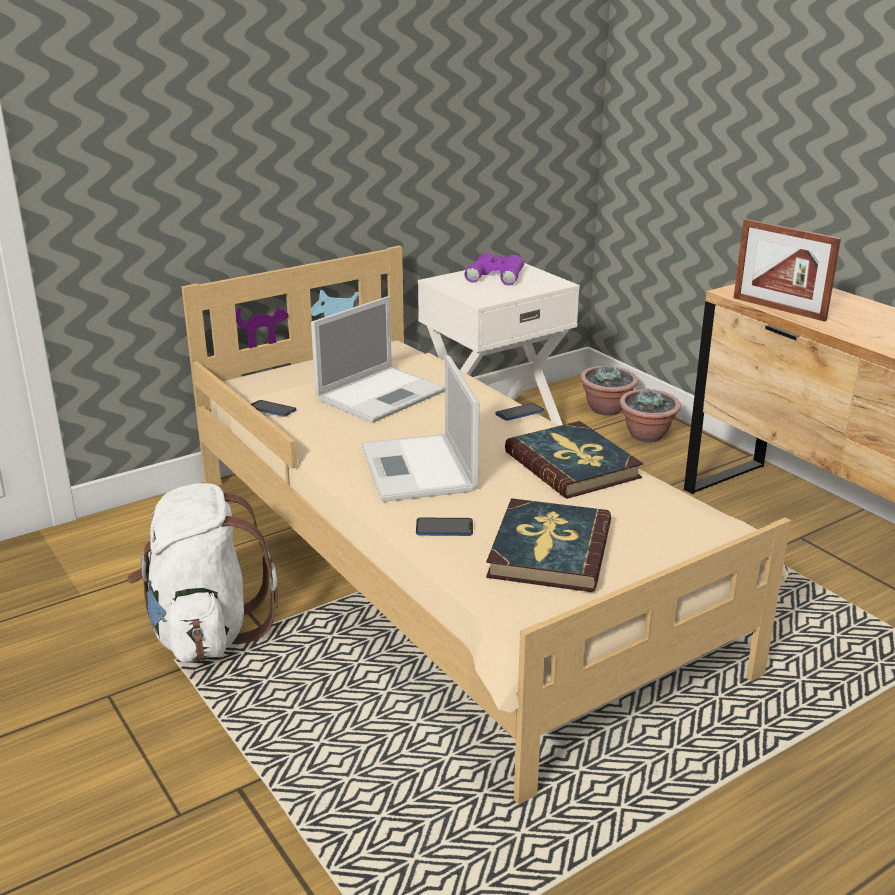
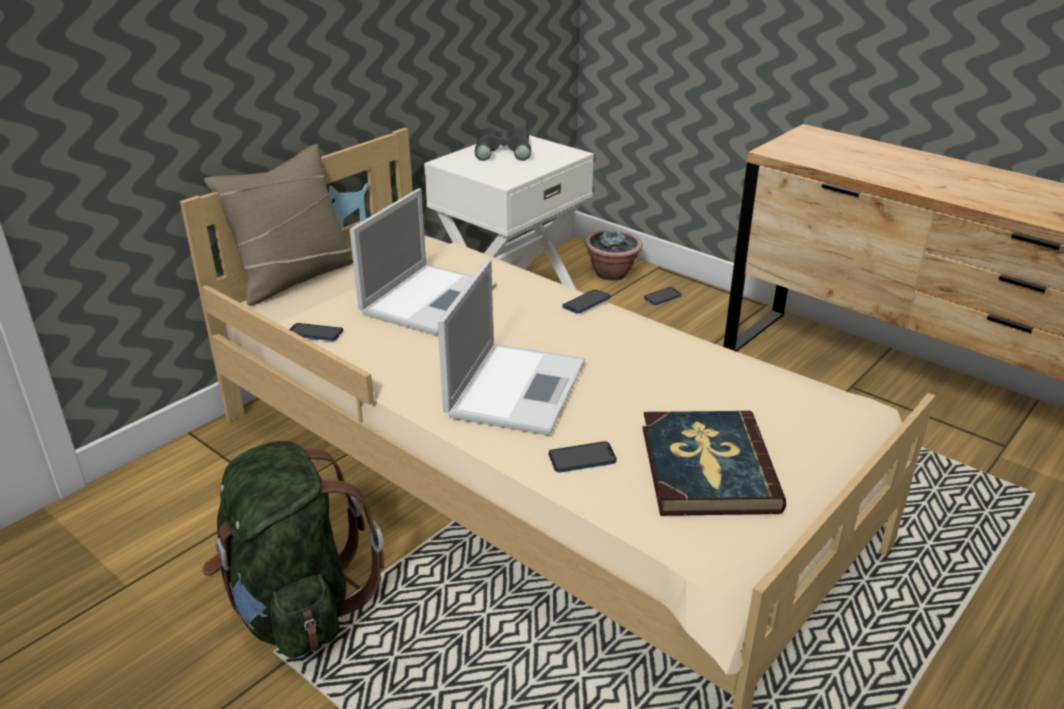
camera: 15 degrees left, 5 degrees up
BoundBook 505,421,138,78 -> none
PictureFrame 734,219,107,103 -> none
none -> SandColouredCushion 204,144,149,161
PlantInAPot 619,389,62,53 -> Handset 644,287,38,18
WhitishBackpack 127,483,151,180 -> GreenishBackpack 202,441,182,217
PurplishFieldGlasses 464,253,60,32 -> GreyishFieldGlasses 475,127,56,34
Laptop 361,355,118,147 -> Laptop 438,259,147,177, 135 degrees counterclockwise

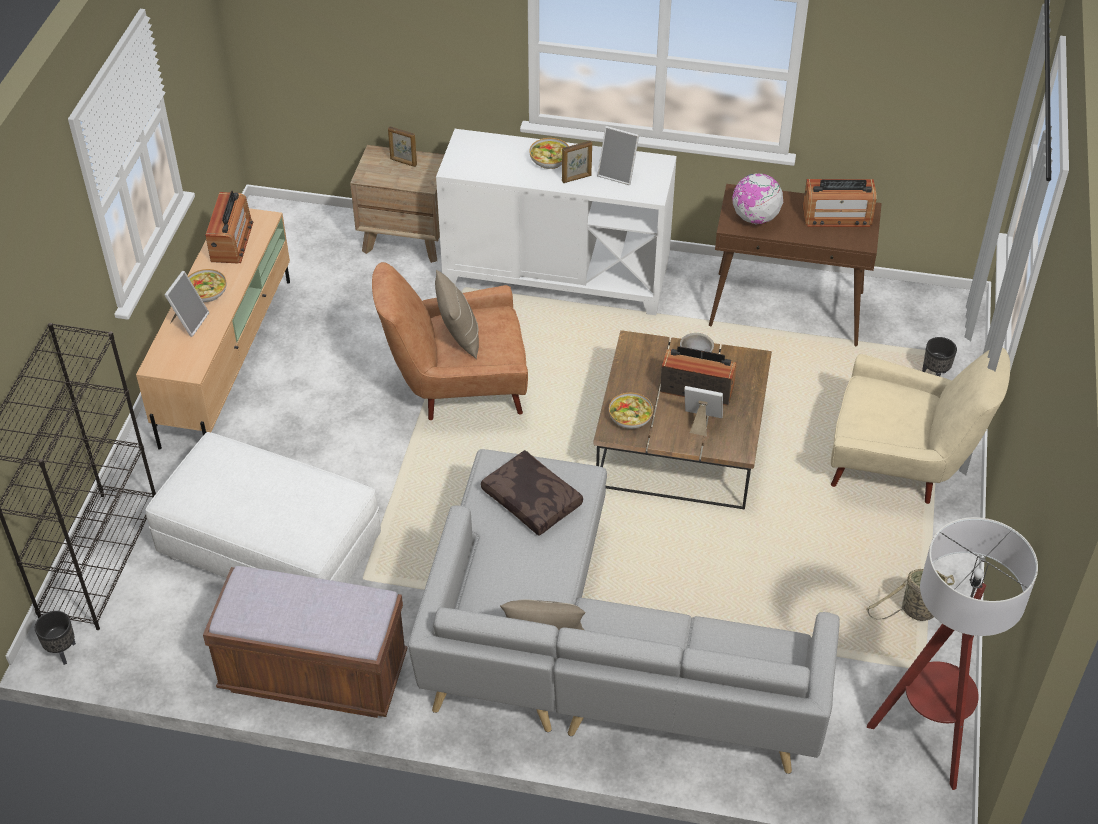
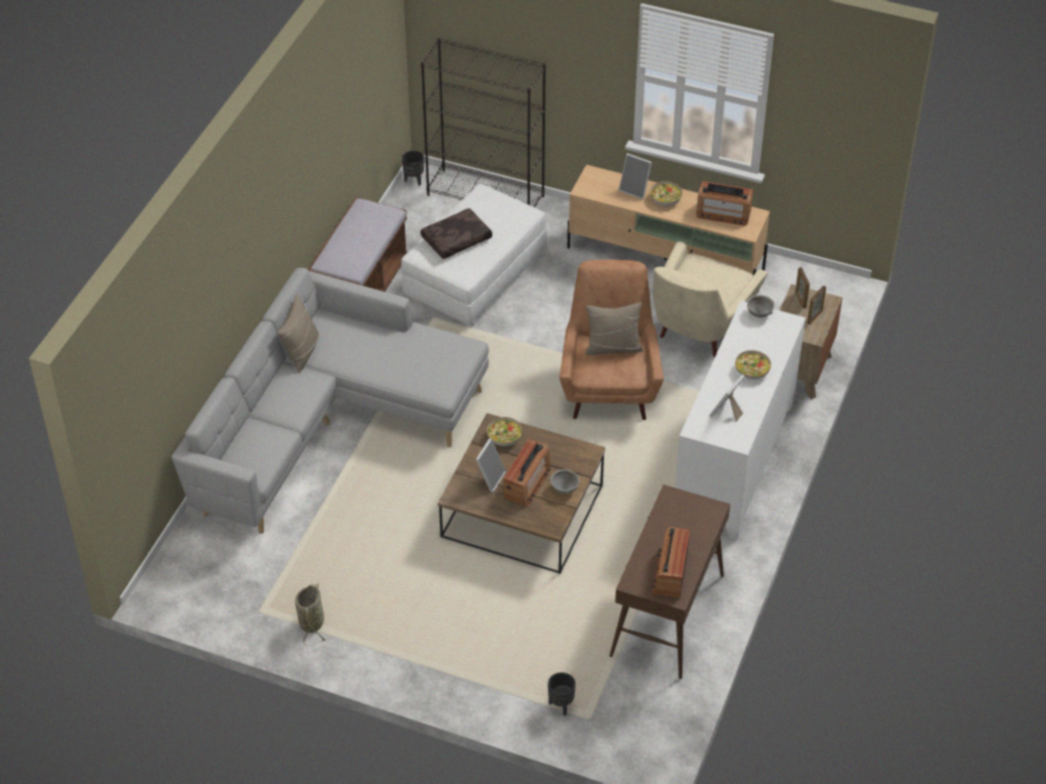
camera: 100 degrees right, 0 degrees up
Globe 732,174,51,51 -> none
FloorLamp 867,517,171,273 -> none
none -> GreyishDeepDish 747,295,28,23
BrownishCushion 481,450,102,86 -> BrownishCushion 420,208,72,51, shifted
PictureFrame 562,141,30,42 -> PictureFrame 795,267,15,42, shifted
SandColouredEasyChair 831,347,179,157 -> SandColouredEasyChair 653,242,115,115, shifted

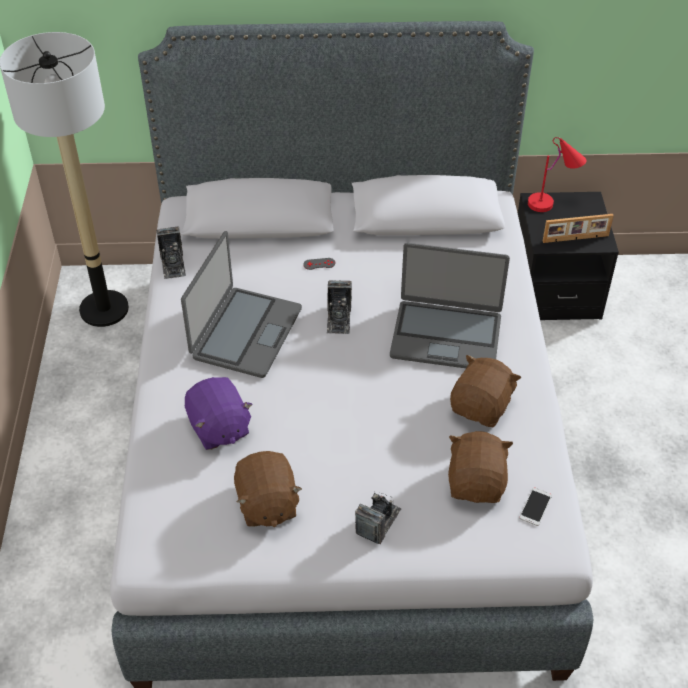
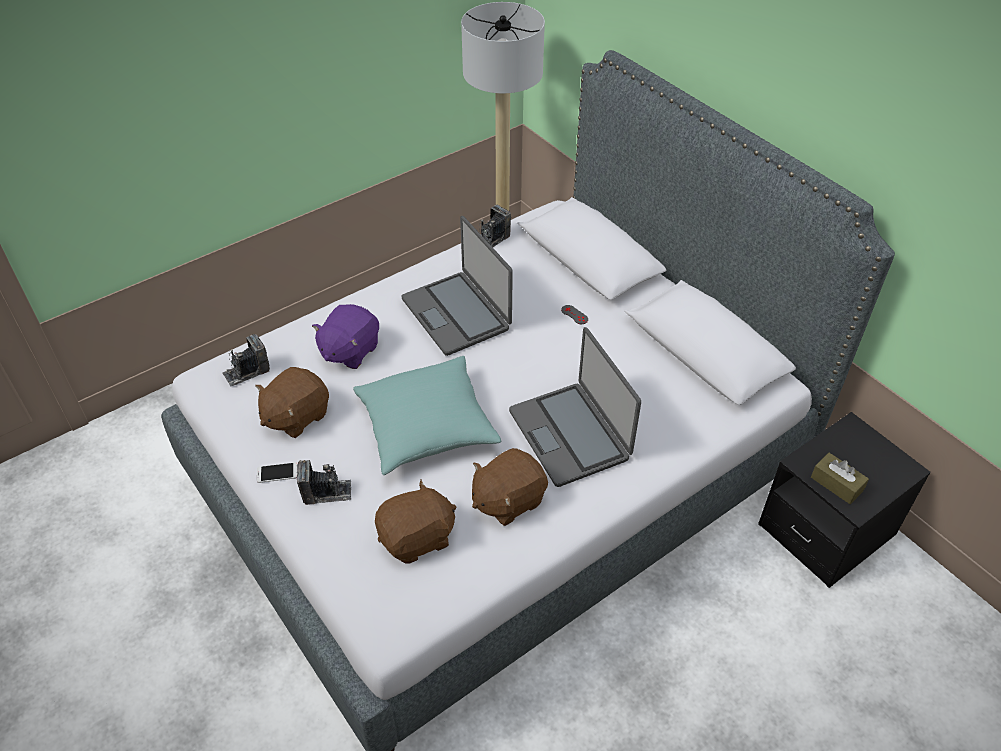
camera: 55 degrees right, 0 degrees up
RedColouredLampForATable 528,137,58,75 -> none
none -> TurquoiseColouredCushion 353,356,148,119
StillCamera 327,280,25,54 -> StillCamera 222,334,48,52, shifted
Handset 519,487,33,39 -> Handset 257,462,41,21, shifted
PictureFrame 543,214,71,29 -> BrownishBoxOfTissues 811,453,58,51
Laptop 181,231,121,147 -> Laptop 402,216,111,140, 75 degrees clockwise
BrownishSoftToy 450,355,71,72 -> BrownishSoftToy 472,448,76,78, 150 degrees clockwise

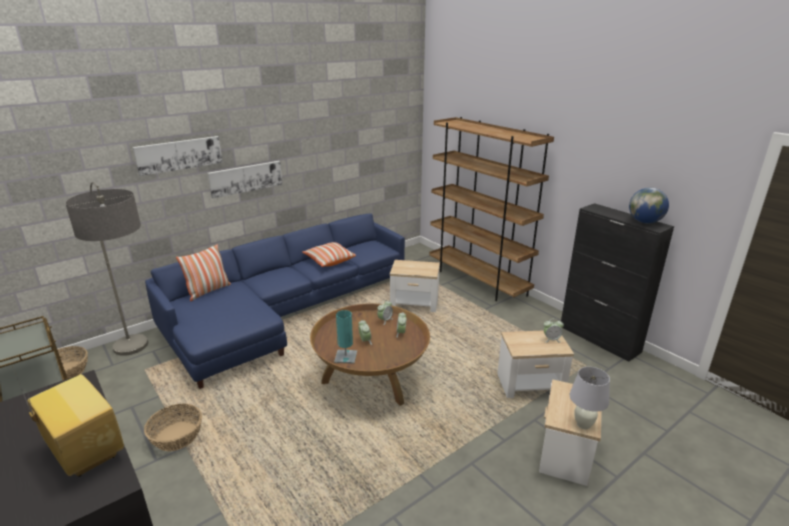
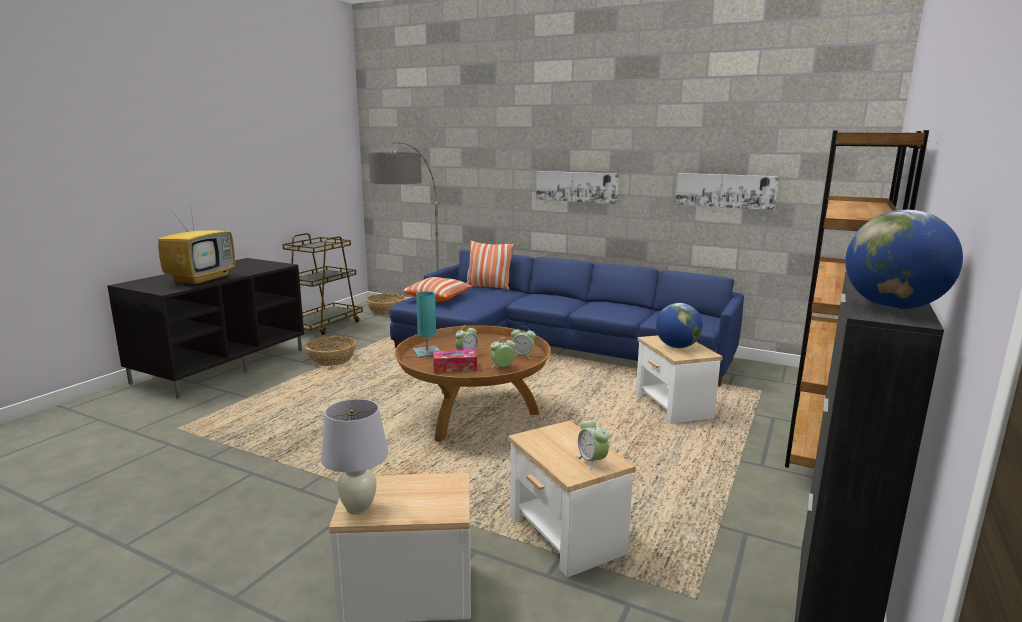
camera: 65 degrees right, 10 degrees down
none -> BoxOfTissues 433,350,44,23
none -> Globe 656,303,47,45
WallArt 133,136,90,40 -> WallArt 675,173,104,37, shifted
Cushion 302,242,54,25 -> Cushion 402,277,71,25, shifted

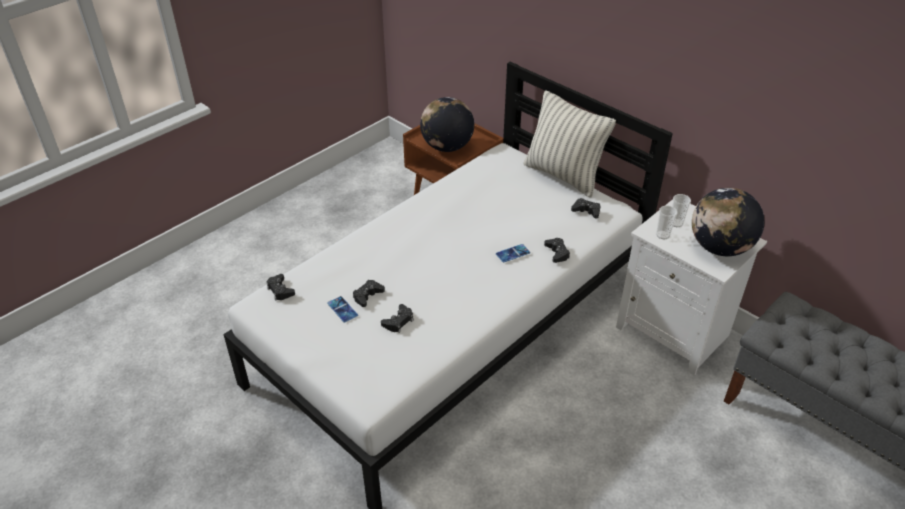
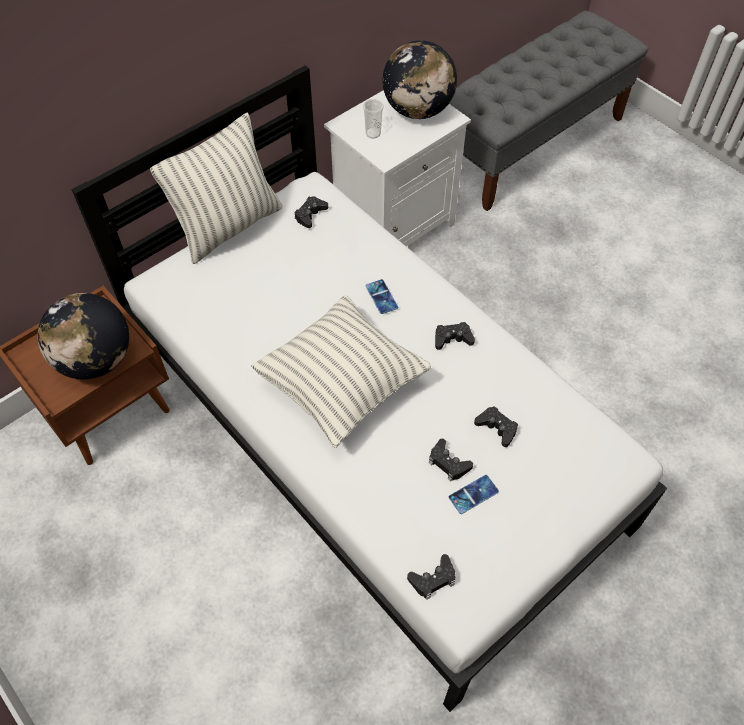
camera: 85 degrees left, 15 degrees up
DrinkingCup 656,206,22,33 -> none
none -> Cushion 251,295,180,153
BlackishGamepad 544,238,26,25 -> BlackishGamepad 435,322,40,28, shifted

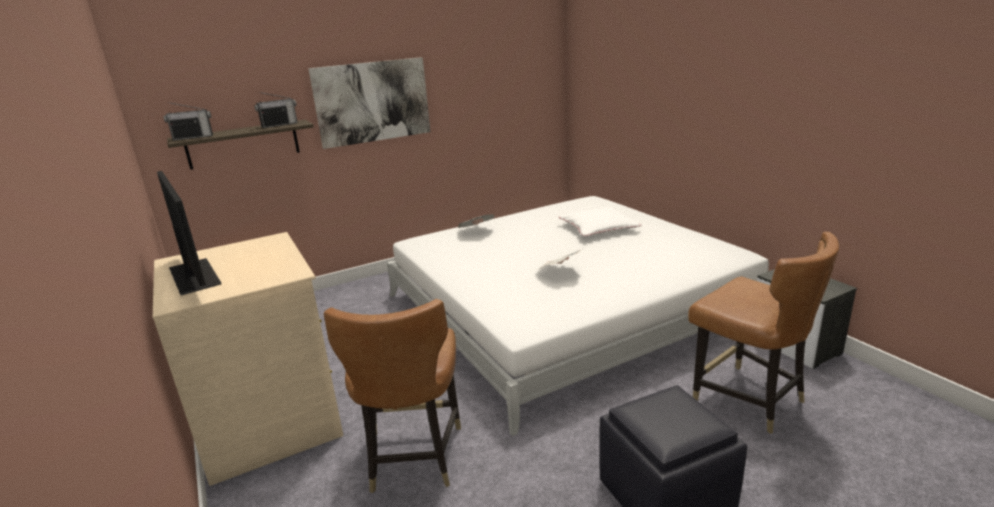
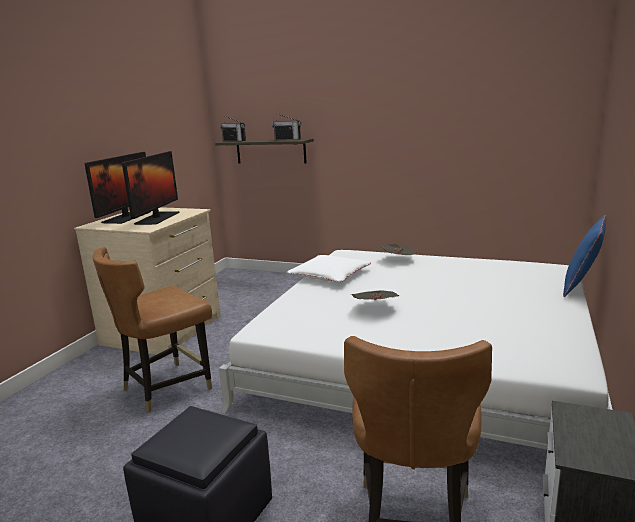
camera: 50 degrees right, 5 degrees down
WallArt 308,57,123,92 -> none
none -> ComputerScreen 122,151,58,74
none -> BlueCushion 563,215,43,82
WhitishCushion 559,207,83,29 -> WhitishCushion 286,255,85,27, shifted

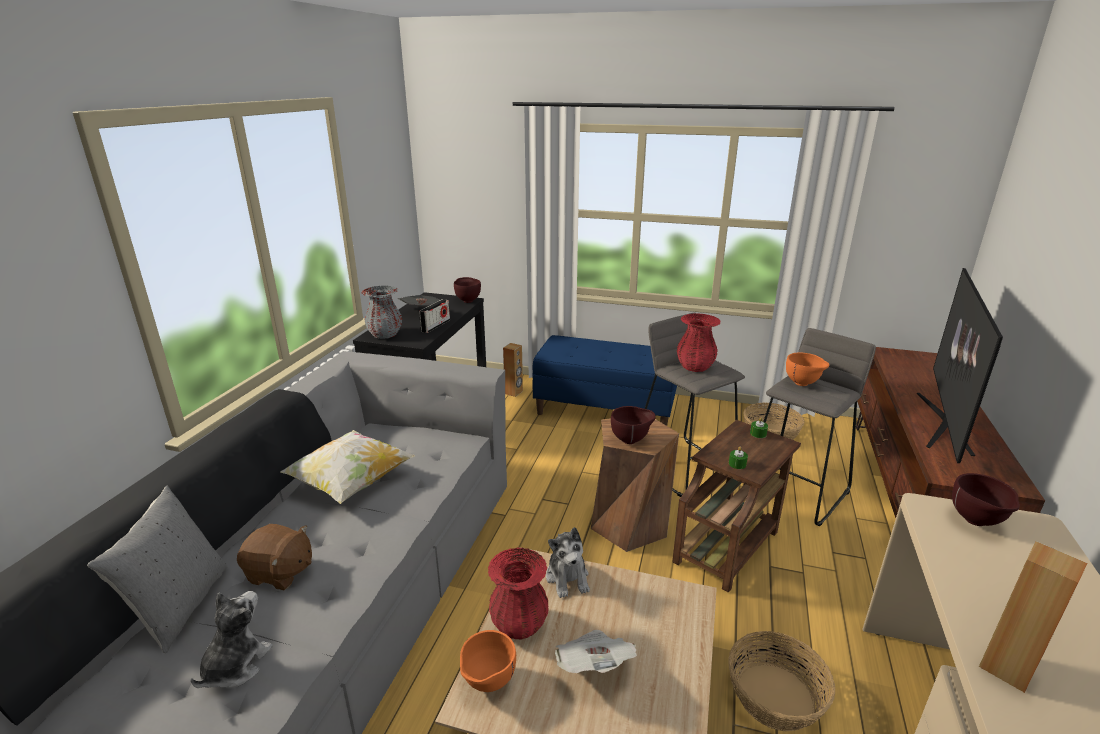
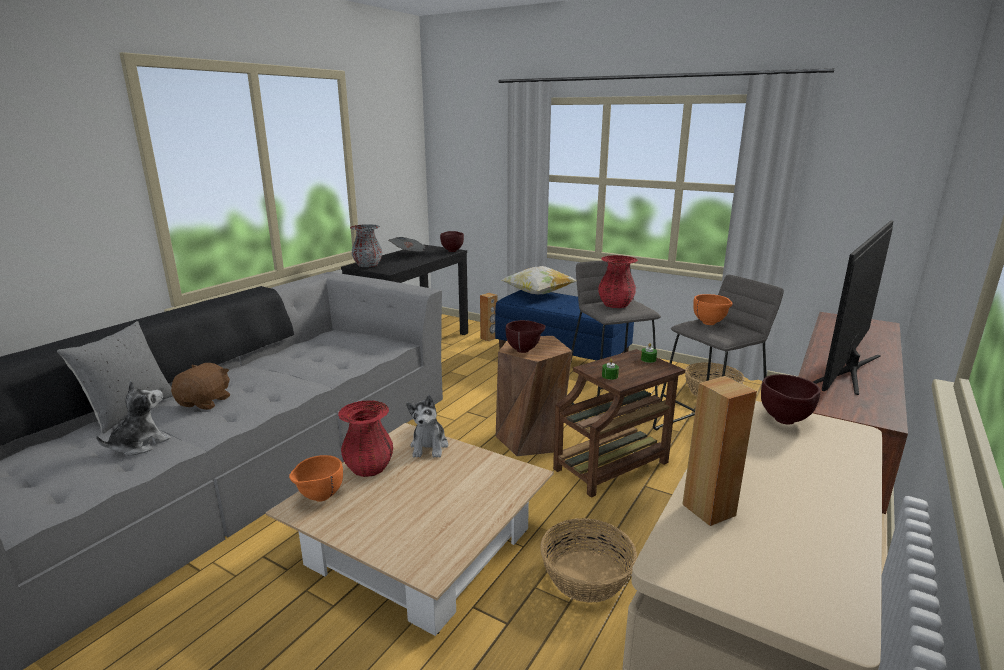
camera: 15 degrees right, 5 degrees down
Radio 419,299,31,34 -> none
PrintedPaper 555,630,82,43 -> none
Cushion 280,430,135,74 -> Cushion 502,266,75,28, shifted
BrownishSoftToy 237,524,75,66 -> BrownishSoftToy 171,363,59,47, 105 degrees counterclockwise

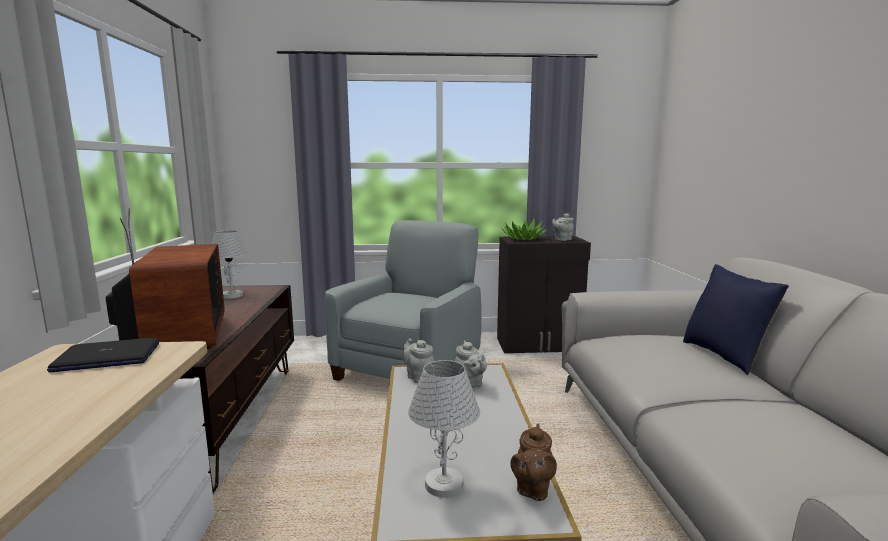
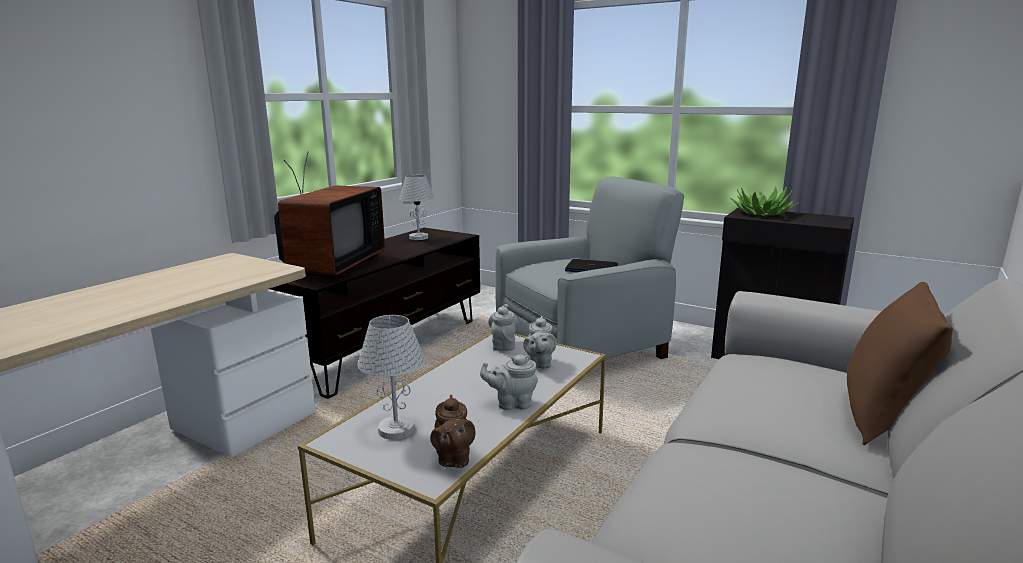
camera: 35 degrees right, 5 degrees up
Laptop 47,338,112,35 -> Laptop 565,259,53,13, shifted
GreyishPotForTea 552,213,22,28 -> GreyishPotForTea 480,355,58,55, shifted
BlueCushion 683,264,106,111 -> BrownishCushion 847,282,106,163
BrownishPotForTea 510,424,47,77 -> BrownishPotForTea 430,395,46,73, 60 degrees counterclockwise

